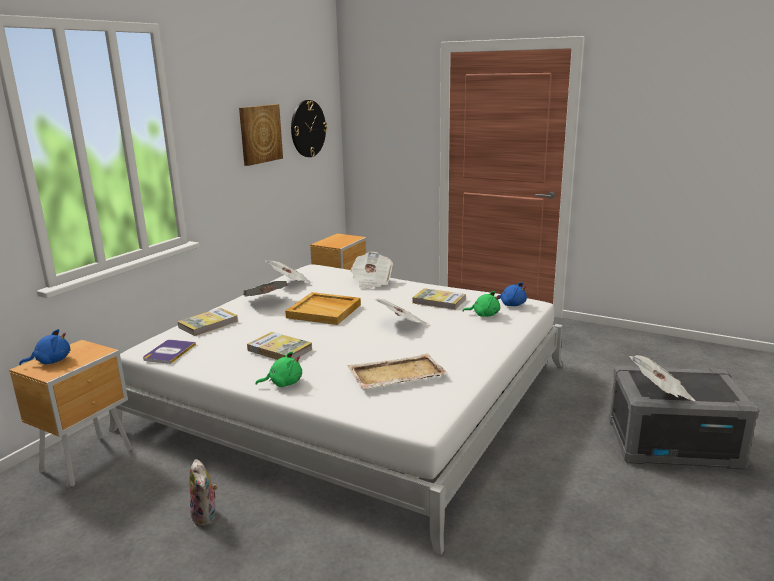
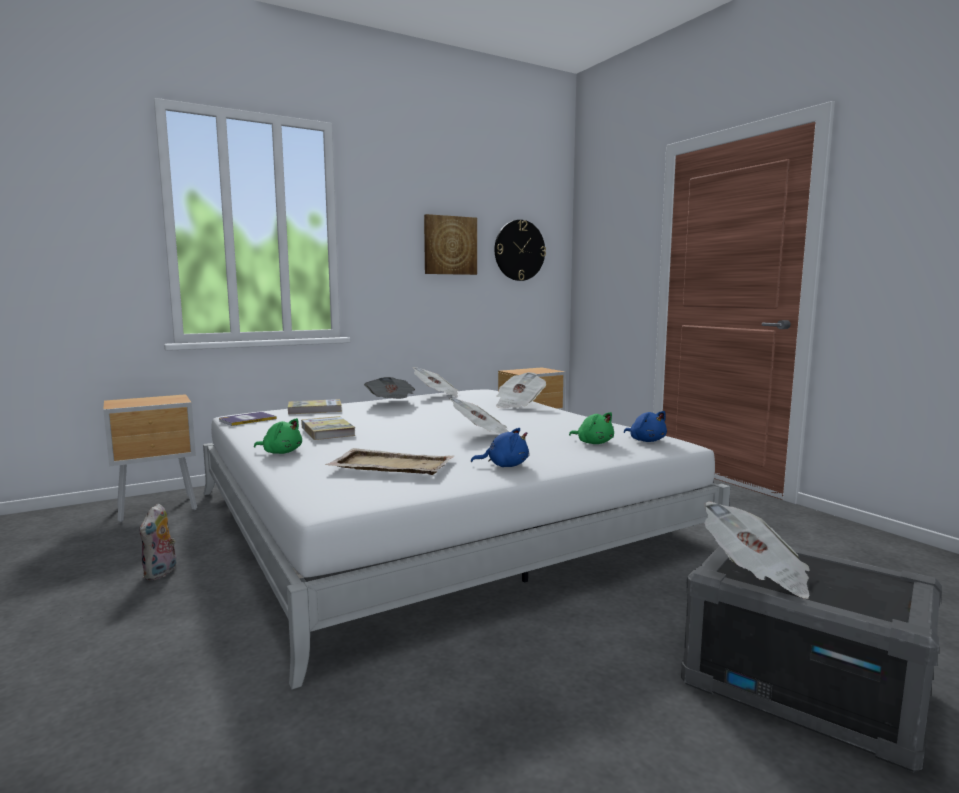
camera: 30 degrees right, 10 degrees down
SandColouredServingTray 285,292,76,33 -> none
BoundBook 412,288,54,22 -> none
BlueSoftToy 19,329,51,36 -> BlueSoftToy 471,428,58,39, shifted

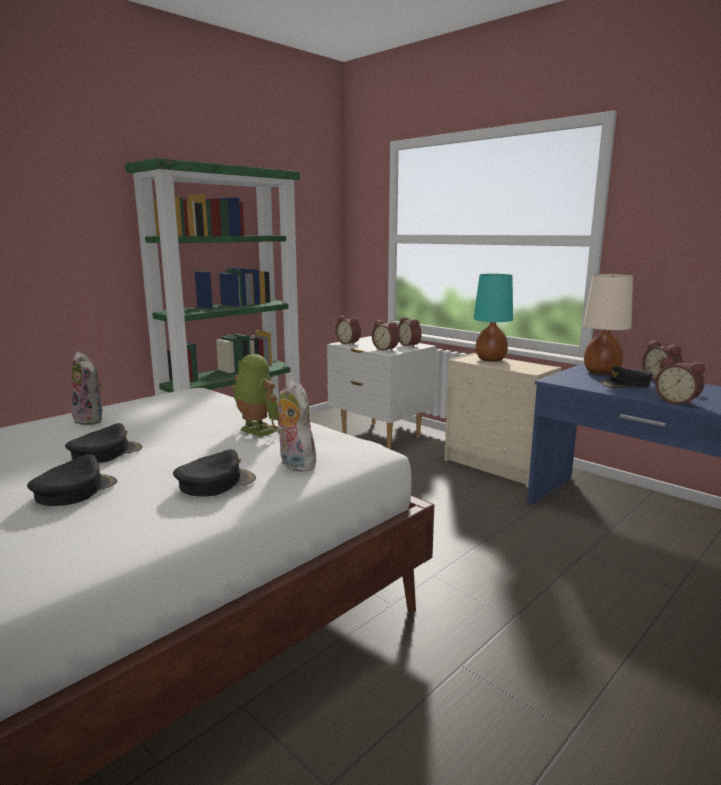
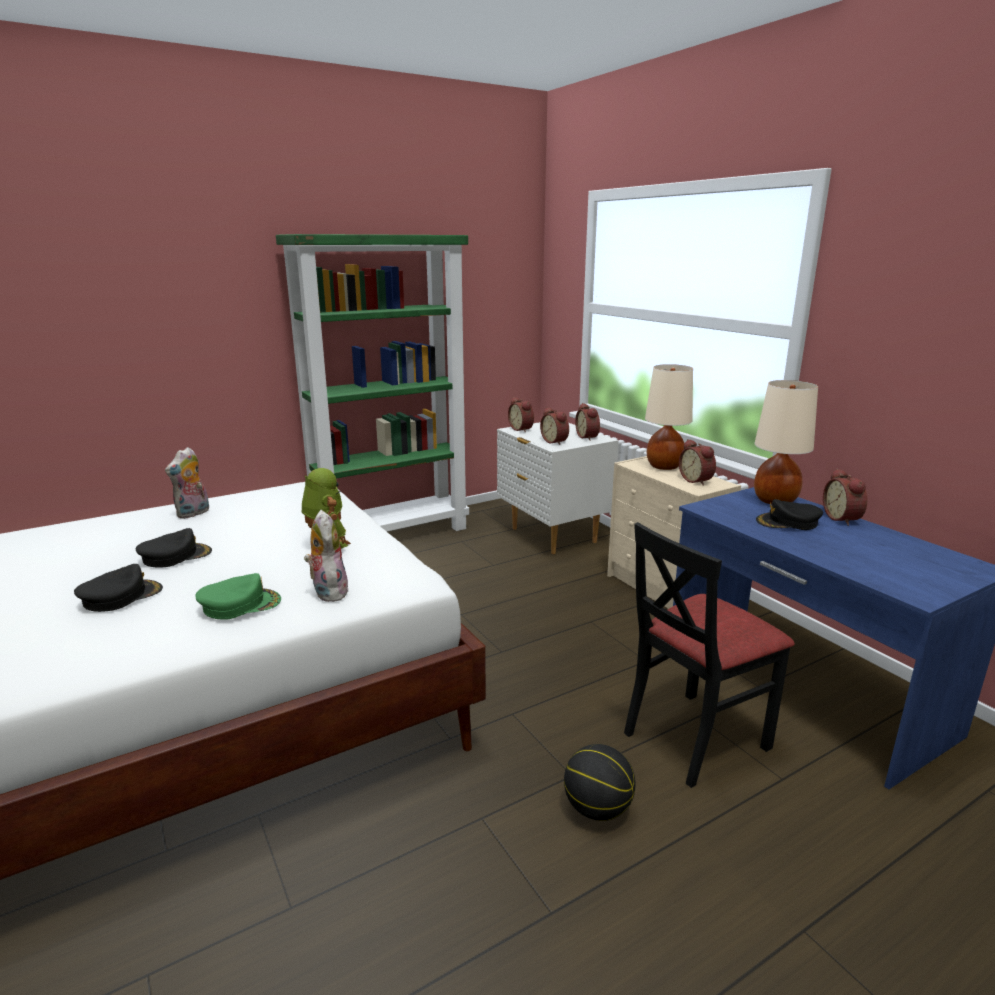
camera: 15 degrees right, 5 degrees up
none -> Basketball 564,744,72,77
none -> BlackishPlainChair 624,522,171,266
AlarmClock 655,357,50,49 -> AlarmClock 679,439,37,47, shifted
BlackishCap 173,449,83,48 -> GreenishCap 195,573,86,47
TurquoiseColouredLampForATable 474,274,39,87 -> SandColouredLampForATable 645,364,48,106
SoftToy 71,351,32,74 -> SoftToy 165,447,44,71, 60 degrees clockwise

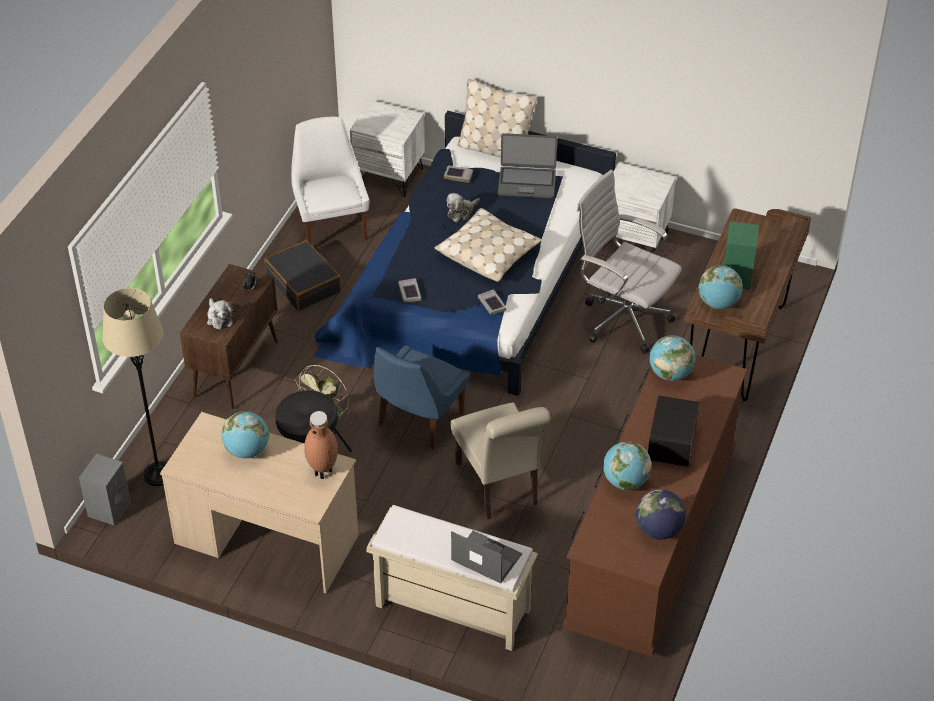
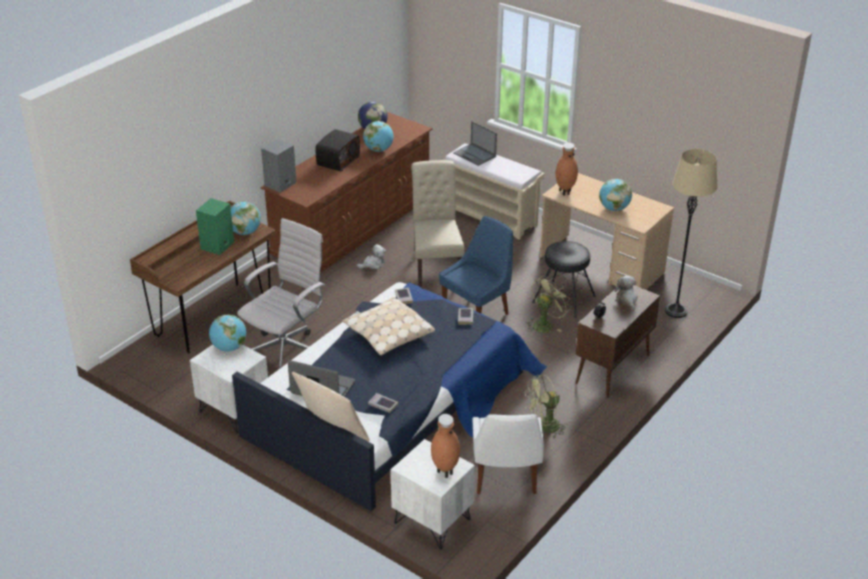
camera: 165 degrees left, 10 degrees down
none -> BrownishVase 431,414,29,64
GreyishSpeaker 79,454,52,71 -> GreyishSpeaker 261,139,36,53, shifted
SoftToy 446,193,34,29 -> SoftToy 357,244,29,25, shifted
Globe 649,336,46,45 -> Globe 209,314,37,37, shifted
BlackishTravelCase 264,240,77,71 -> GreenishElectricFan 525,374,43,65
WhitishComputerChair 577,170,105,183 -> WhitishComputerChair 237,218,88,151, 105 degrees counterclockwise

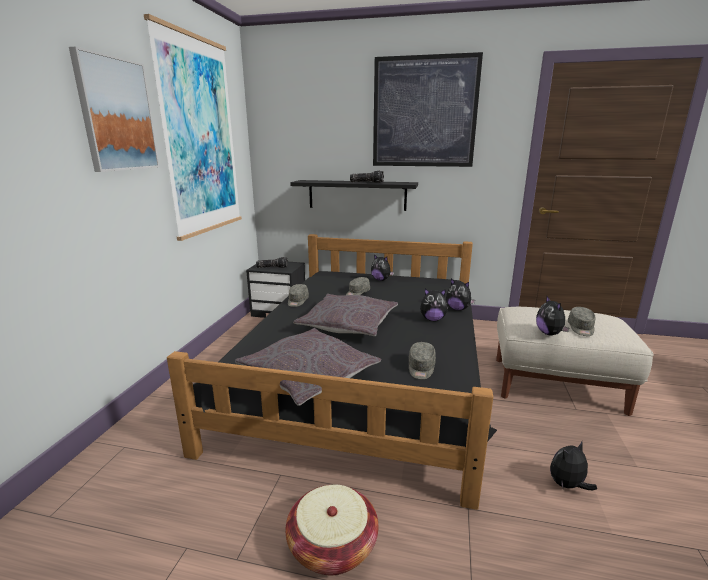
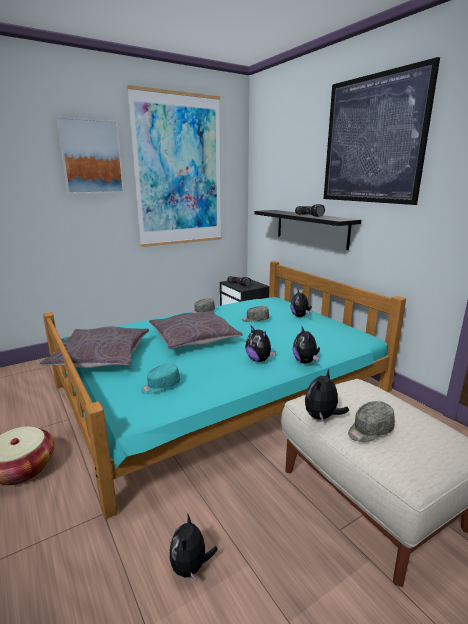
camera: 45 degrees right, 0 degrees up
BlackishBedroomBed 167,234,330,276 -> TurquoiseColouredBedroomBed 43,261,363,258
GreyishCap 409,342,27,37 -> TurquoiseColouredCap 141,363,39,31
SoftToy 550,442,47,48 -> SoftToy 169,513,49,69, 105 degrees counterclockwise

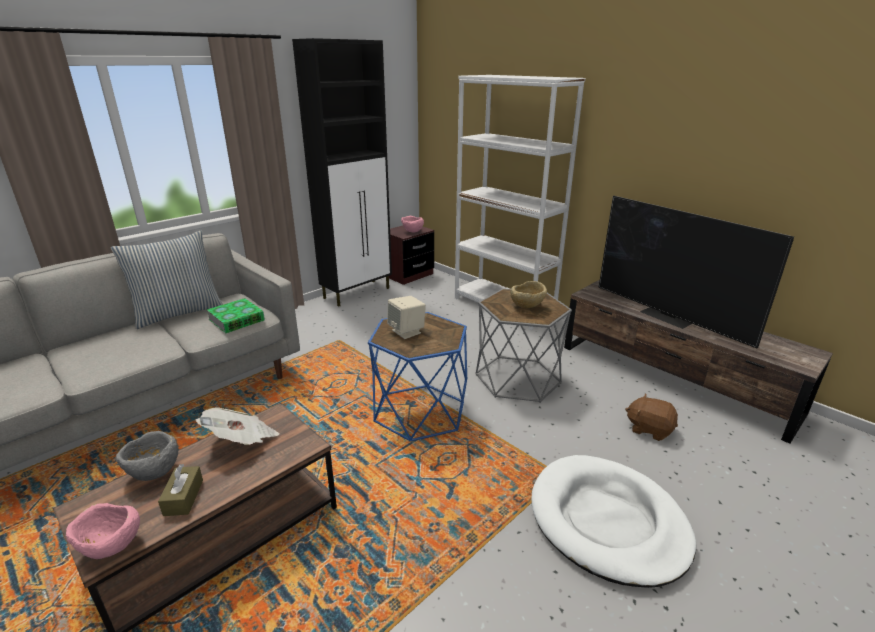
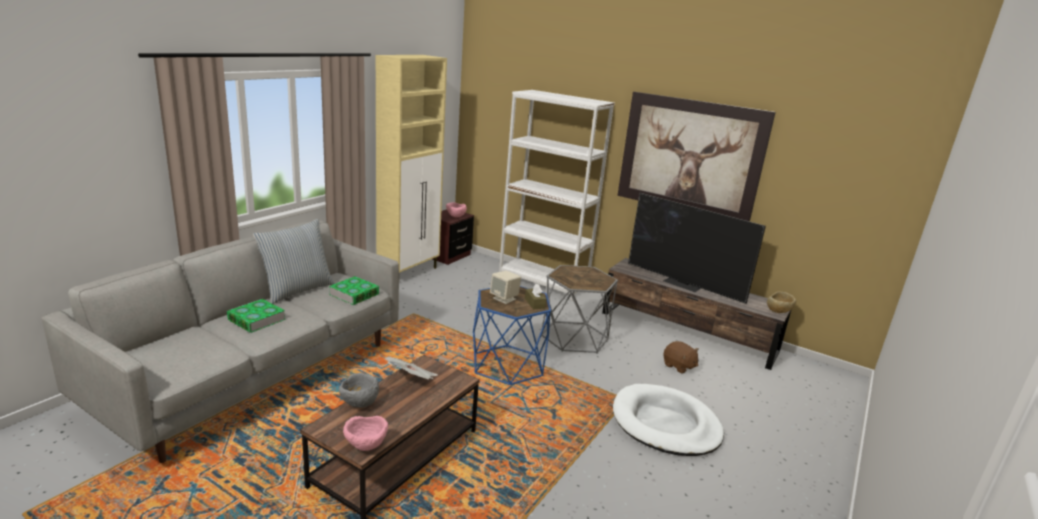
camera: 15 degrees left, 5 degrees down
none -> BoundBook 227,299,59,34
none -> WallArt 617,92,159,129
BrownishBoxOfTissues 158,464,45,52 -> BrownishBoxOfTissues 525,284,22,25, shifted
SandColouredDeepDish 510,281,37,27 -> SandColouredDeepDish 767,292,29,21, shifted
BlackishCabinet 292,38,100,269 -> SandColouredCabinet 376,55,71,218
BrownishSoftToy 625,393,53,48 -> BrownishSoftToy 663,341,36,33, 150 degrees counterclockwise

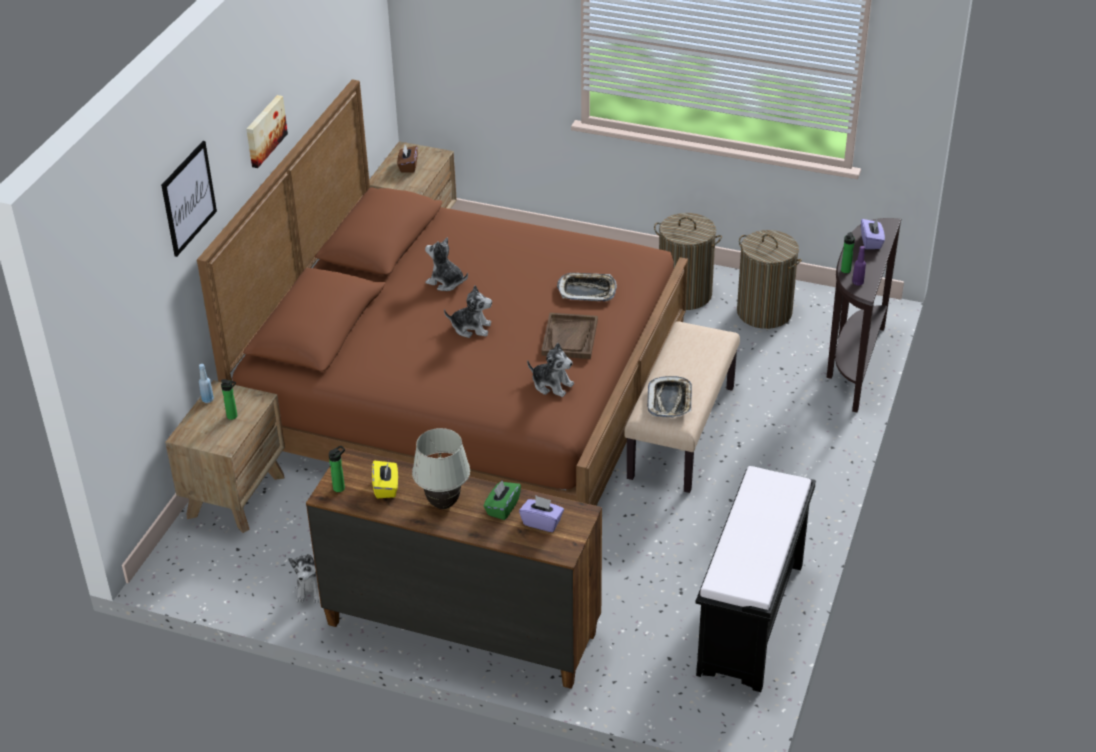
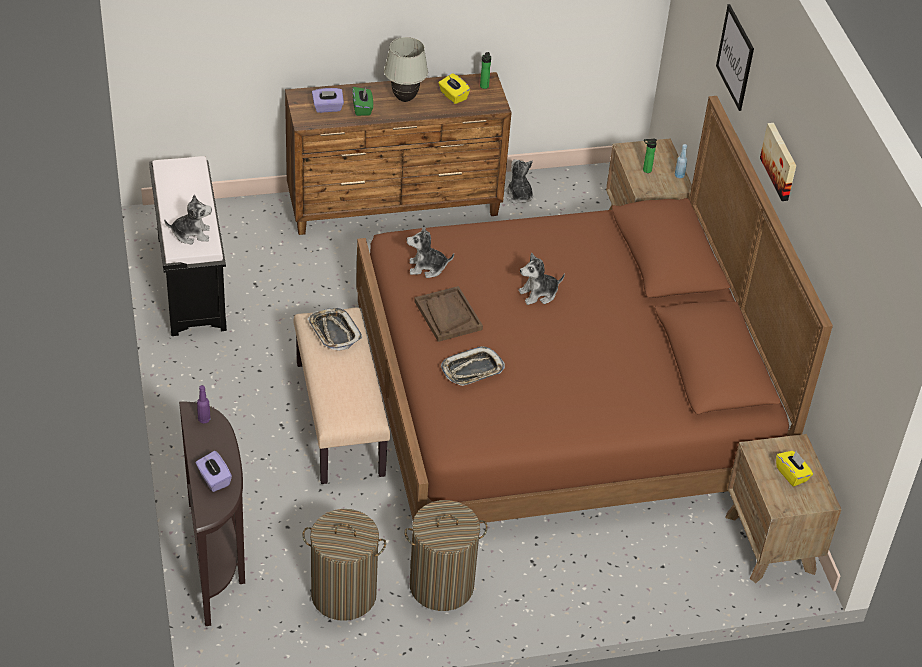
camera: 145 degrees right, 5 degrees up
Bottle 841,232,14,41 -> none
SoftToy 425,237,43,54 -> SoftToy 164,195,48,49, shifted
BrownishBoxOfTissues 397,145,21,28 -> YellowBoxOfTissues 776,451,37,36

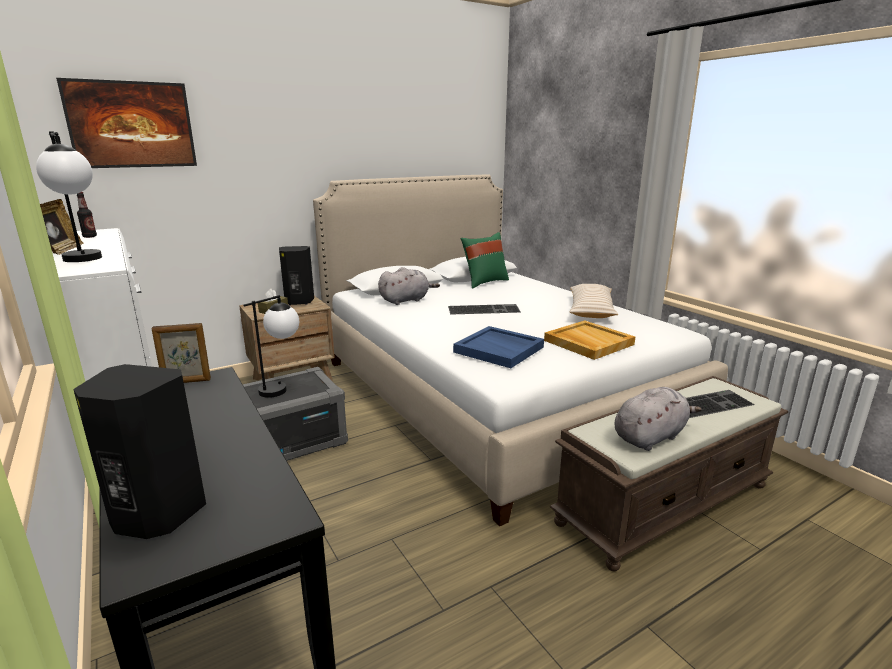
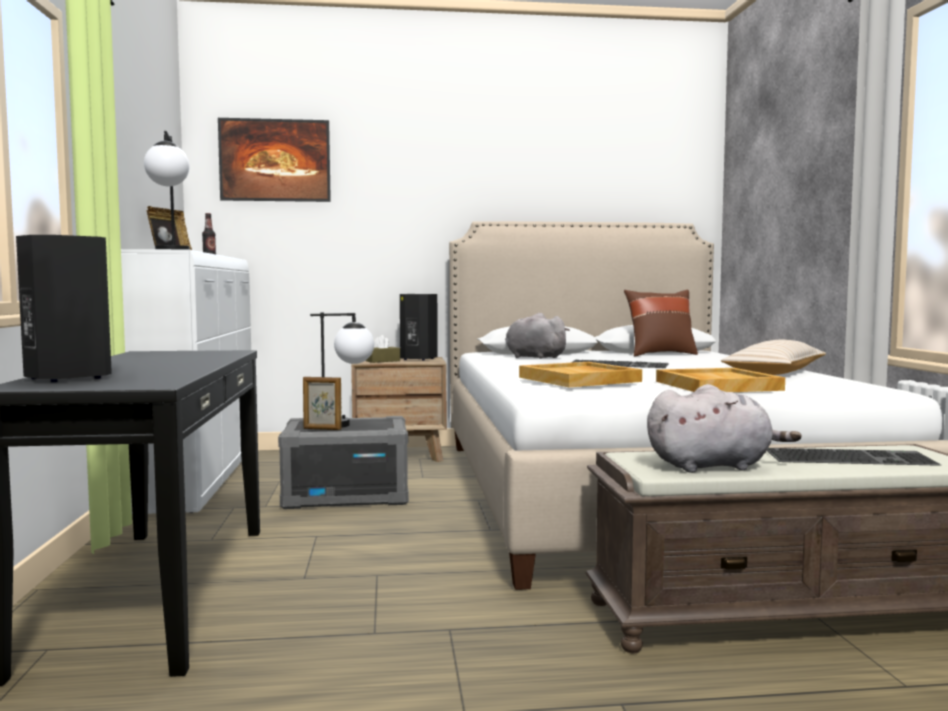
camera: 25 degrees right, 15 degrees down
PictureFrame 151,323,60,60 -> PictureFrame 303,377,38,53, shifted
BlueServingTray 453,326,91,42 -> SandColouredServingTray 519,362,123,25
GreenishCushion 460,232,49,57 -> BrownishCushion 624,290,74,66
GreyishSoftToy 378,267,62,38 -> GreyishSoftToy 505,313,65,46, 135 degrees counterclockwise

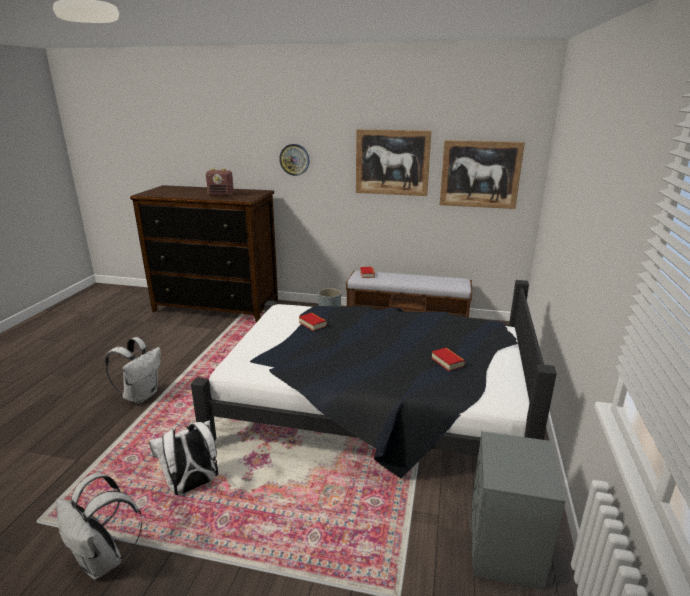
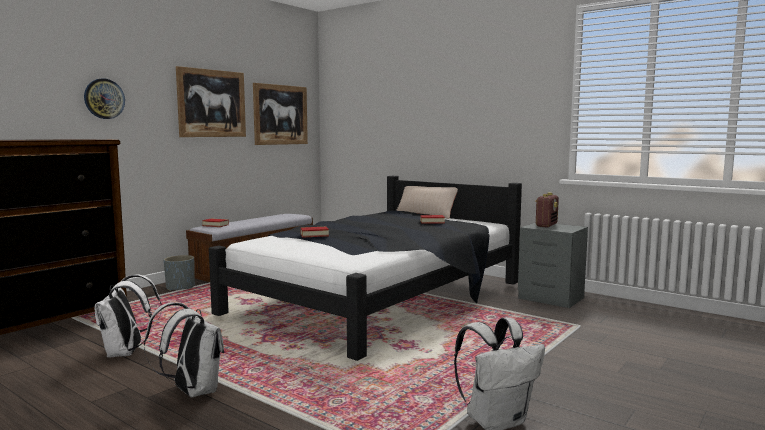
camera: 65 degrees left, 15 degrees down
none -> SandColouredCushion 396,186,62,33
WhitishBackpack 149,420,69,75 -> WhitishBackpack 94,274,67,83, shifted
Radio 206,168,28,28 -> Radio 535,193,24,35, shifted

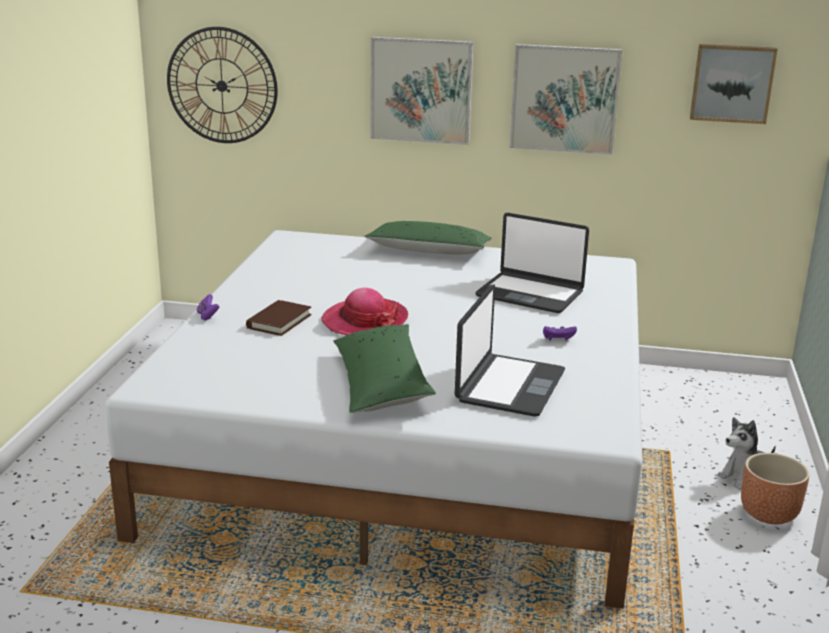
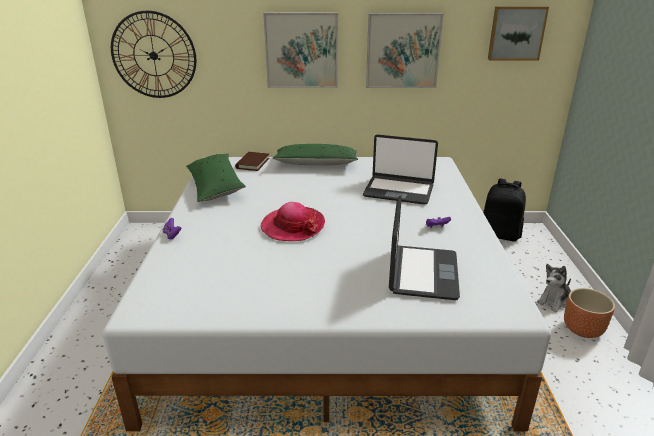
camera: 10 degrees left, 5 degrees up
none -> BlackishBackpack 483,179,43,62
BrownishBoundBook 246,300,65,36 -> BrownishBoundBook 235,152,35,19, shifted
GreenishCushion 334,324,102,89 -> GreenishCushion 186,153,60,49, shifted

